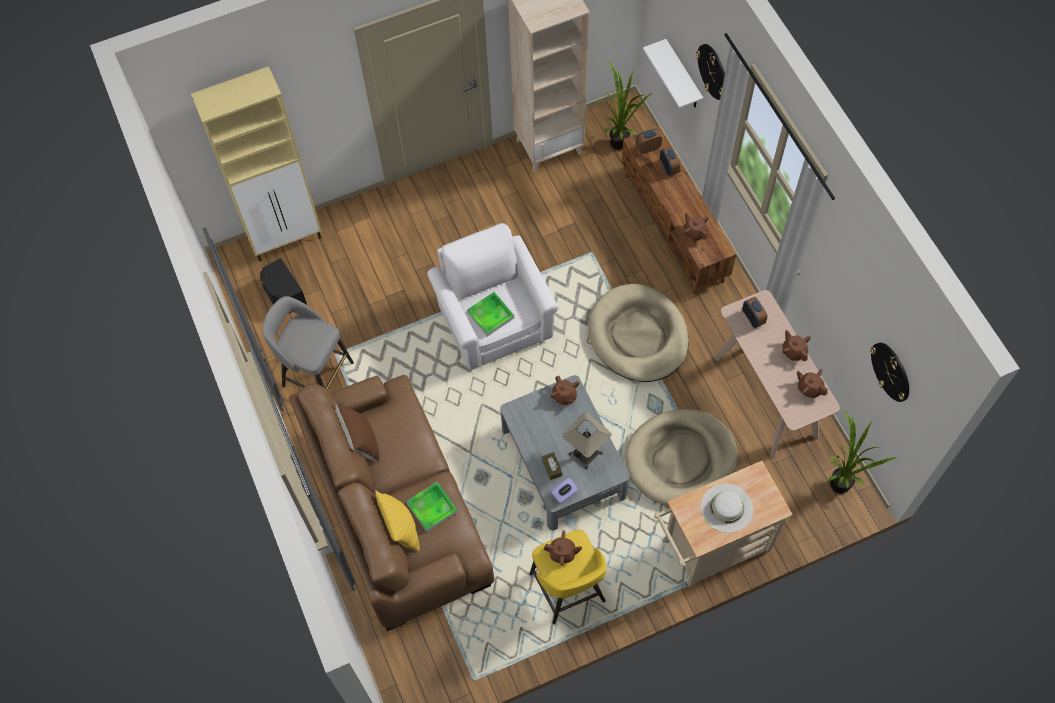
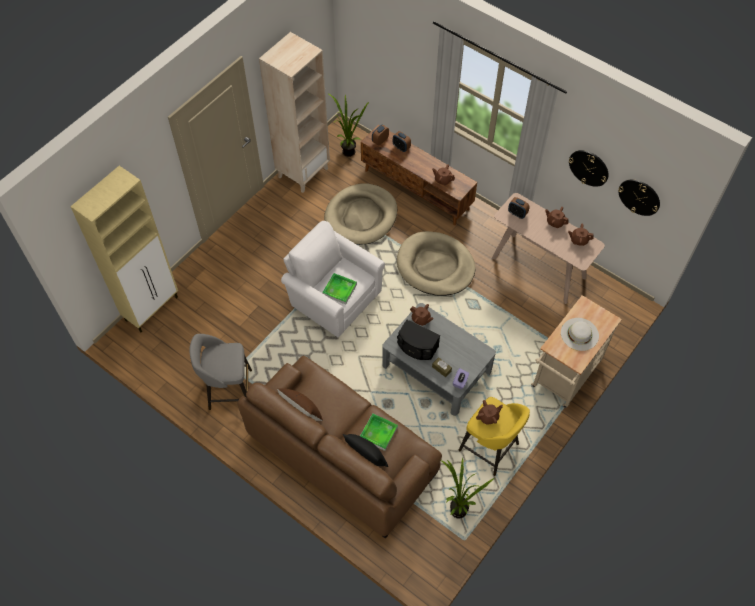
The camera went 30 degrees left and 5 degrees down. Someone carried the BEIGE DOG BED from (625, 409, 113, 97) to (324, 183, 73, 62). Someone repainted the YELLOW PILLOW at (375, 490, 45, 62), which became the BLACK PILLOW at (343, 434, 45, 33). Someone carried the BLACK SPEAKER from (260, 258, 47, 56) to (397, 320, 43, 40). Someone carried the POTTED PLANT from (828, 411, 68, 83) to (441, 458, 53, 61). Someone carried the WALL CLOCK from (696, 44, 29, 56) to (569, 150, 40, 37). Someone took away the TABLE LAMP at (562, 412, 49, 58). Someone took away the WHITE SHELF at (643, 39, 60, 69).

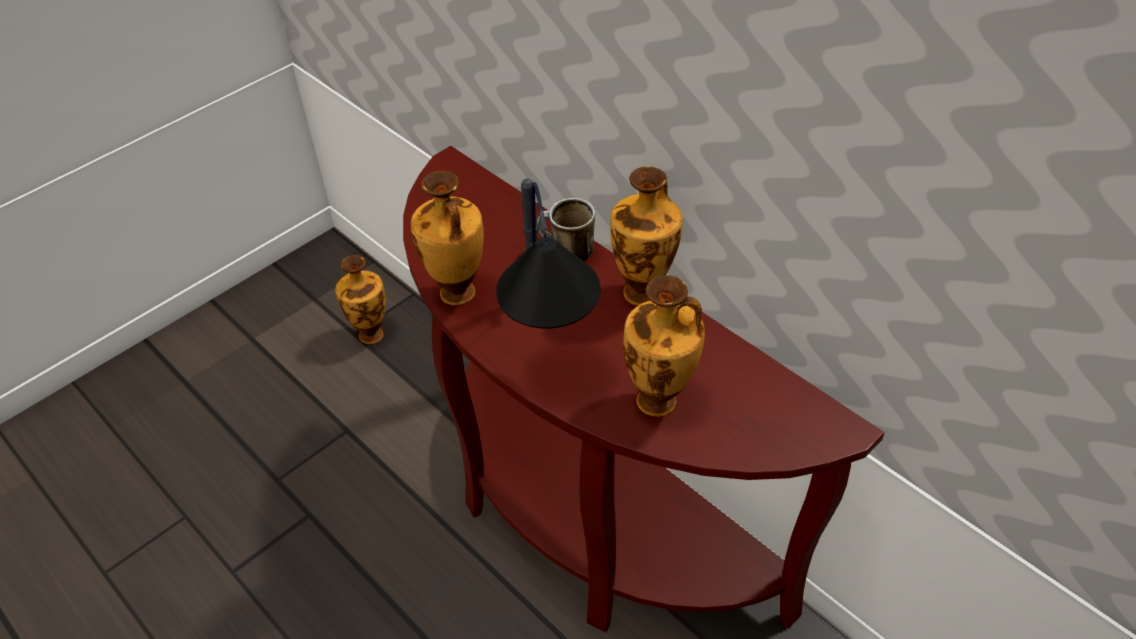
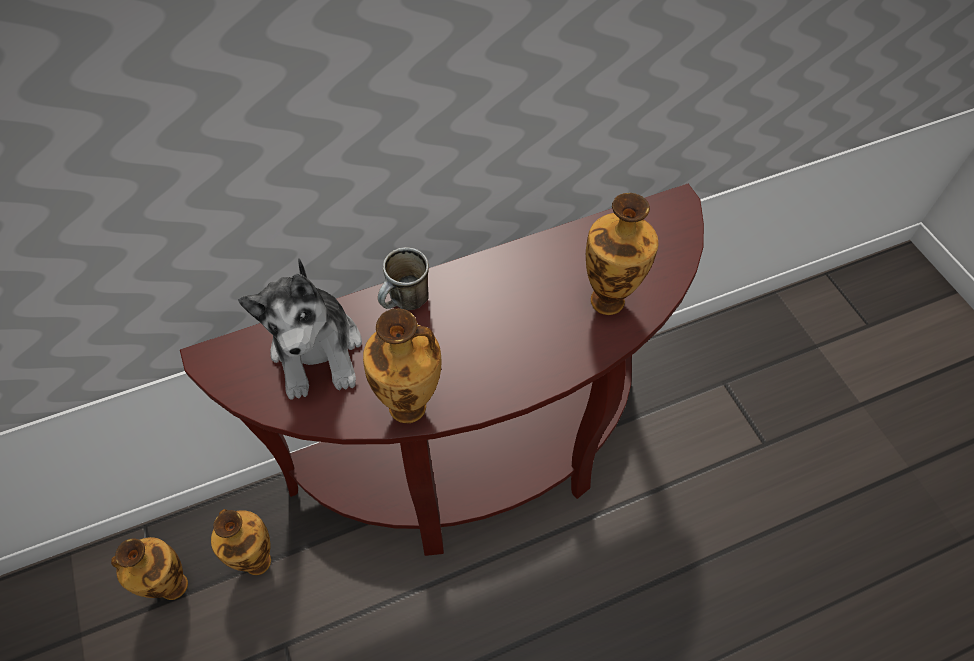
The camera went 70 degrees left and 10 degrees up. Someone carried the VASE from (610, 166, 73, 140) to (211, 509, 60, 66). Someone put down the PLUSH TOY at (238, 258, 124, 142). Someone took away the TABLE LAMP at (496, 178, 105, 151).

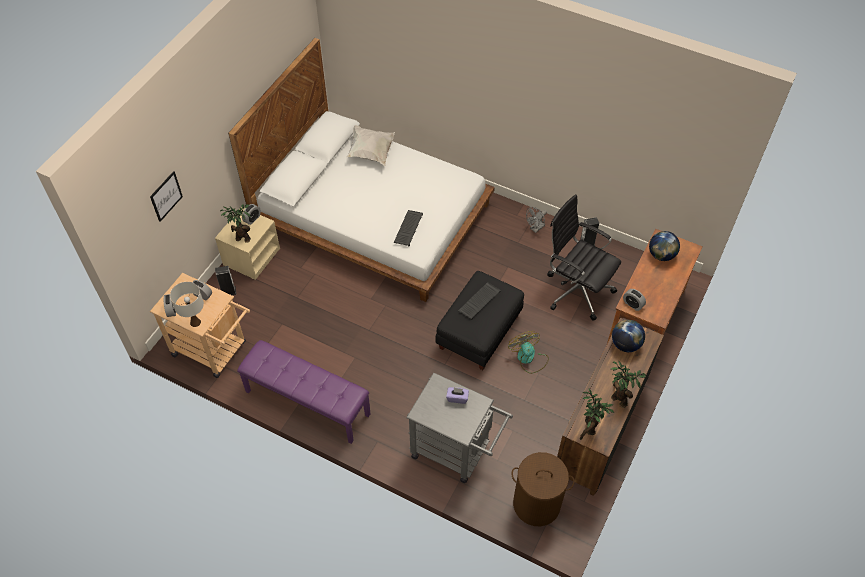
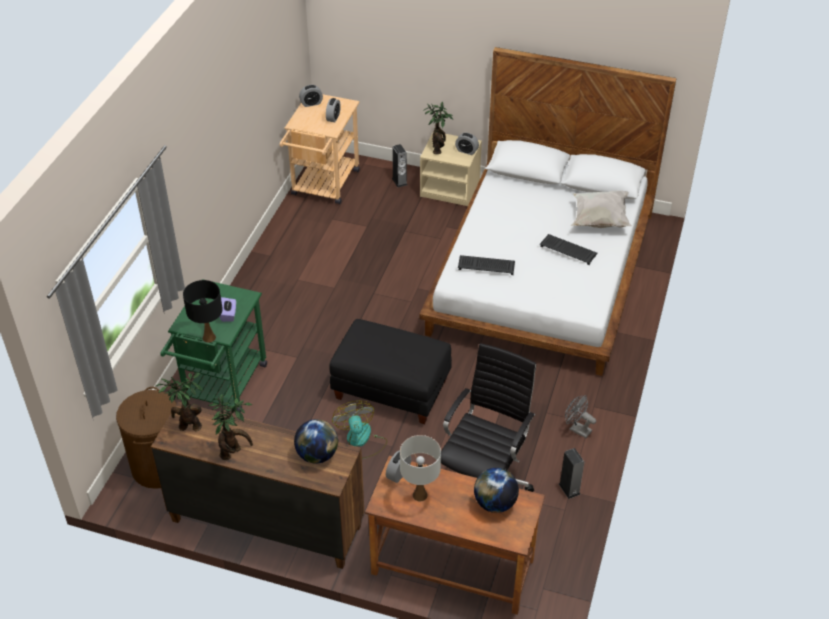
The camera went 80 degrees right and 10 degrees down. Someone repainted the GREY CART at (406, 373, 107, 110), which became the GREEN CART at (160, 279, 107, 133). Someone put down the BLACK TABLE LAMP at (183, 280, 40, 63). Someone rotated the FAN at (508, 331, 41, 43) by 75 degrees counterclockwise. Someone carried the WHITE TABLE LAMP from (170, 282, 34, 45) to (400, 435, 41, 66). Someone carried the KEYBOARD from (458, 282, 43, 38) to (540, 234, 58, 31). Someone took away the PICTURE at (150, 171, 33, 51). Someone took away the PURPLE BENCH at (237, 340, 133, 104).

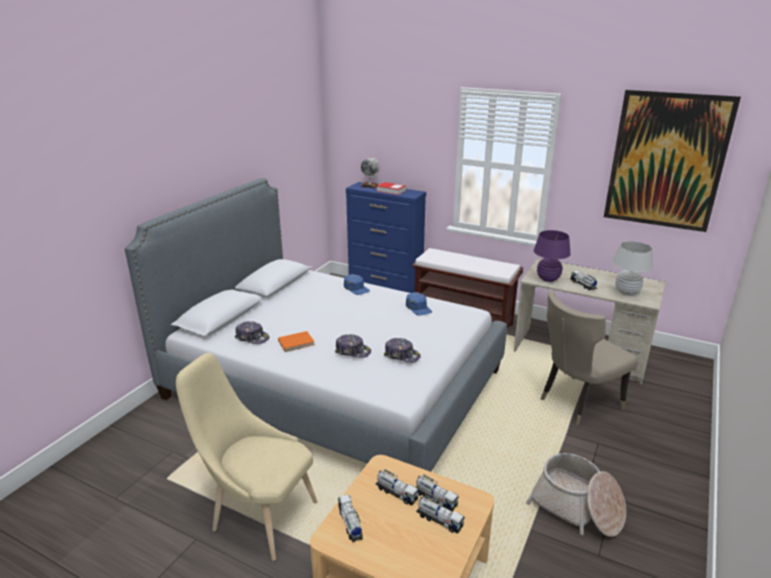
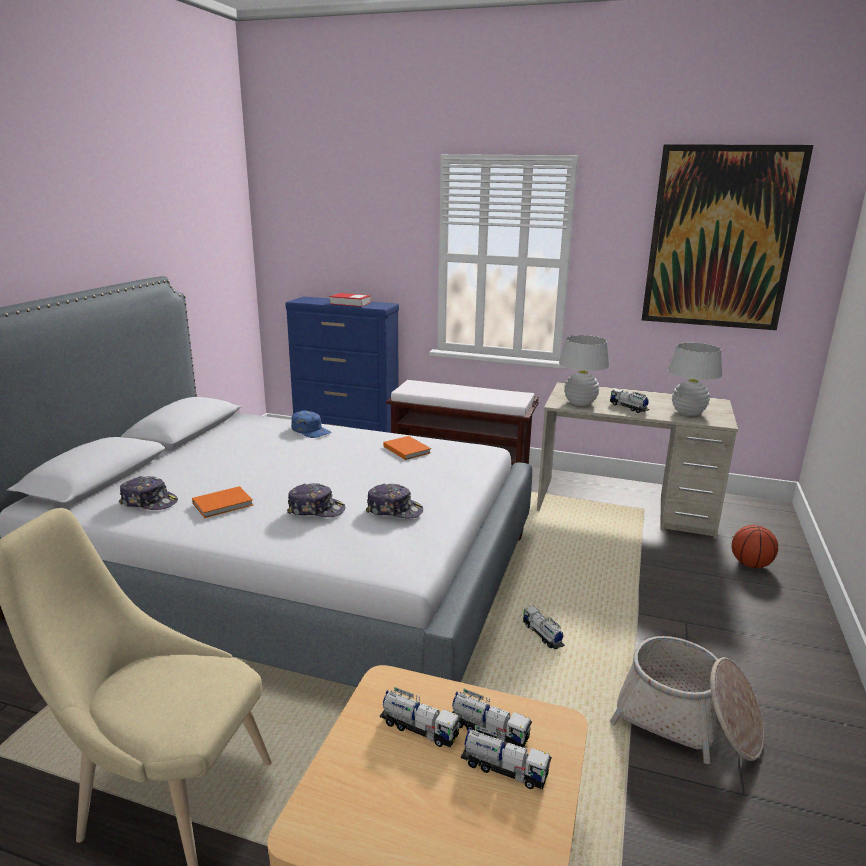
The camera went 10 degrees left and 5 degrees down. Someone swapped the BLUE CAP at (406, 292, 26, 24) for the ORANGE BOOK at (383, 436, 48, 24). Someone carried the TOY TRUCK from (338, 494, 25, 48) to (523, 606, 42, 43). Someone repainted the PURPLE TABLE LAMP at (533, 230, 38, 52), which became the WHITE TABLE LAMP at (559, 335, 51, 71). Someone put down the BASKETBALL at (732, 525, 46, 43). Someone took away the GLOBE at (360, 158, 20, 30). Someone took away the BEIGE CHAIR at (540, 291, 98, 134).

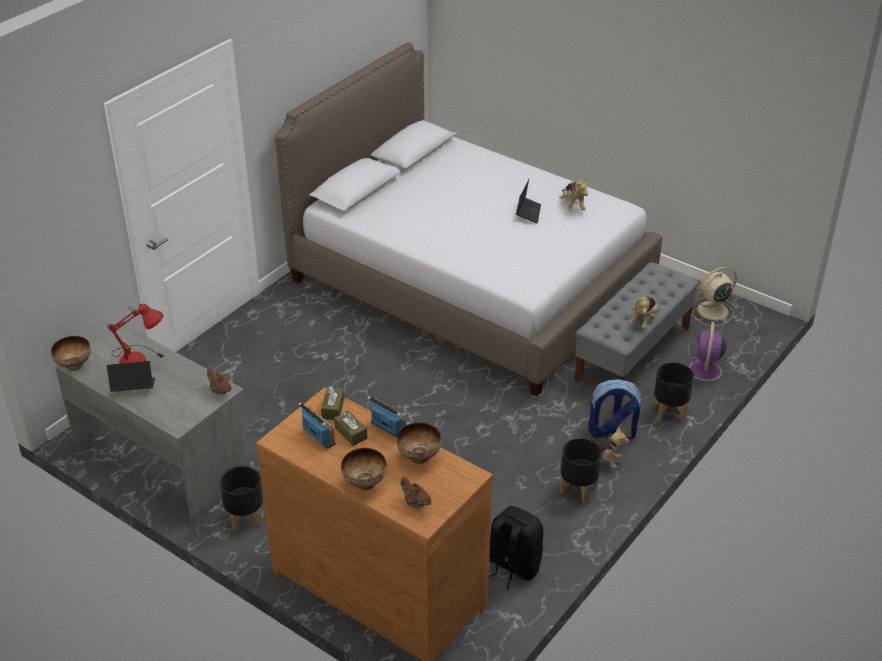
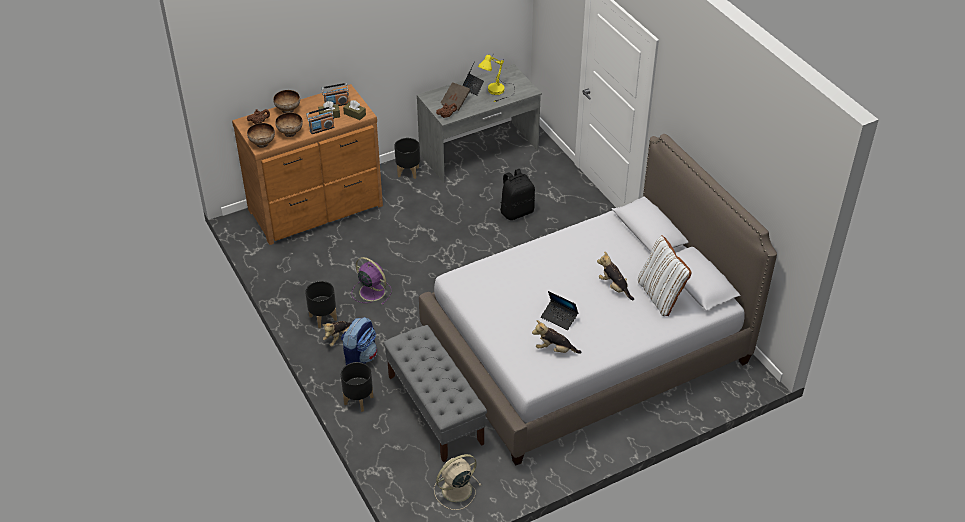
The camera went 115 degrees right and 5 degrees up. Someone carried the BOWL from (51, 336, 40, 35) to (247, 123, 28, 25). Someone carried the PURPLE FAN from (682, 322, 48, 65) to (351, 257, 41, 48). Someone rotated the BEIGE FAN at (691, 266, 47, 60) by 120 degrees counterclockwise. Someone put down the BROWN BOOK at (441, 82, 29, 29). Someone repainted the RED TABLE LAMP at (107, 304, 57, 60), which became the YELLOW TABLE LAMP at (478, 53, 37, 49). Someone carried the BLACK BACKPACK from (489, 506, 54, 84) to (500, 169, 35, 51). Someone carried the PLUSH TOY from (629, 296, 29, 33) to (597, 251, 37, 50). Someone put down the WHITE PILLOW at (638, 235, 54, 81).

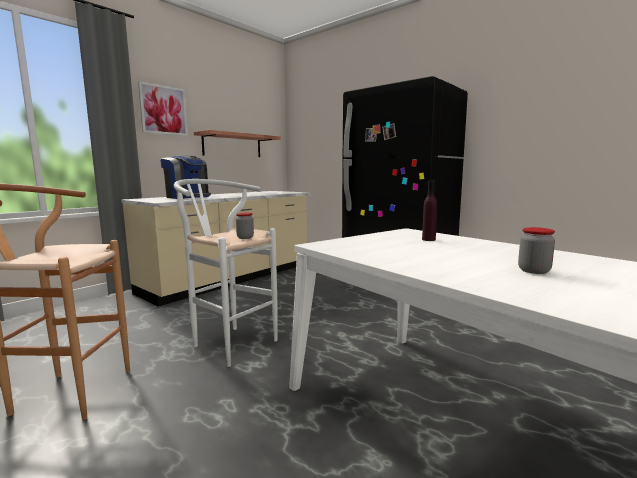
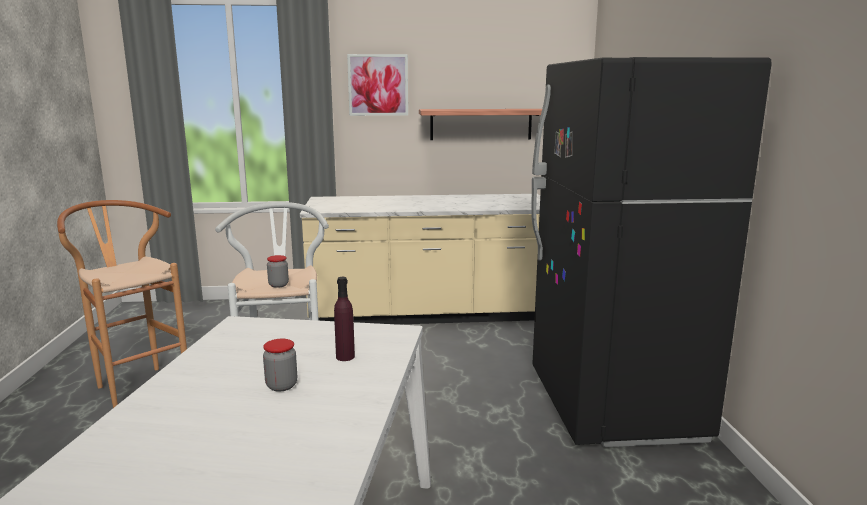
The camera went 45 degrees right and 5 degrees up. Someone carried the JAR from (518, 227, 37, 47) to (263, 339, 34, 53). Someone took away the COFFEE MACHINE at (160, 155, 51, 44).

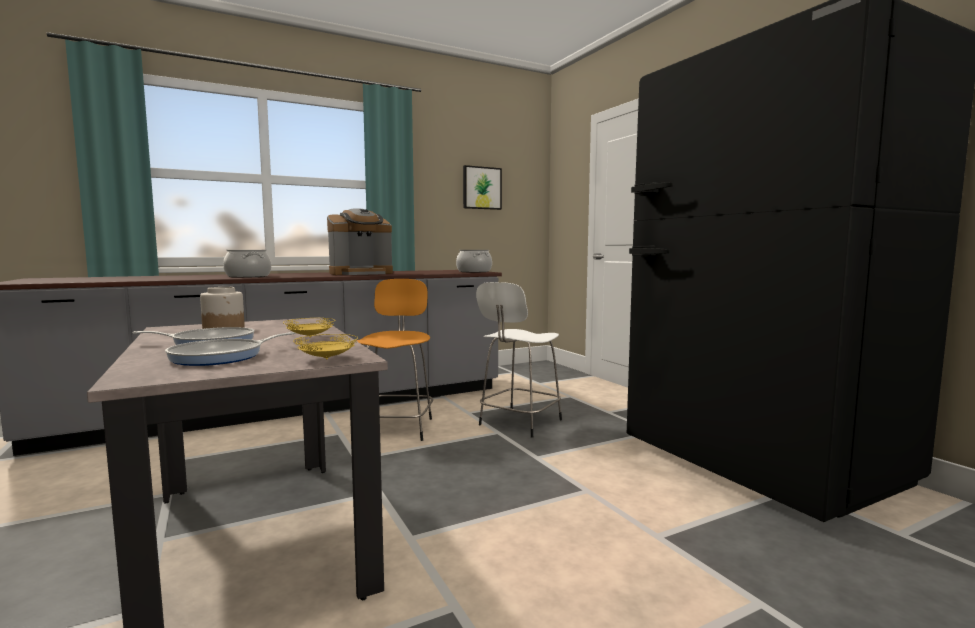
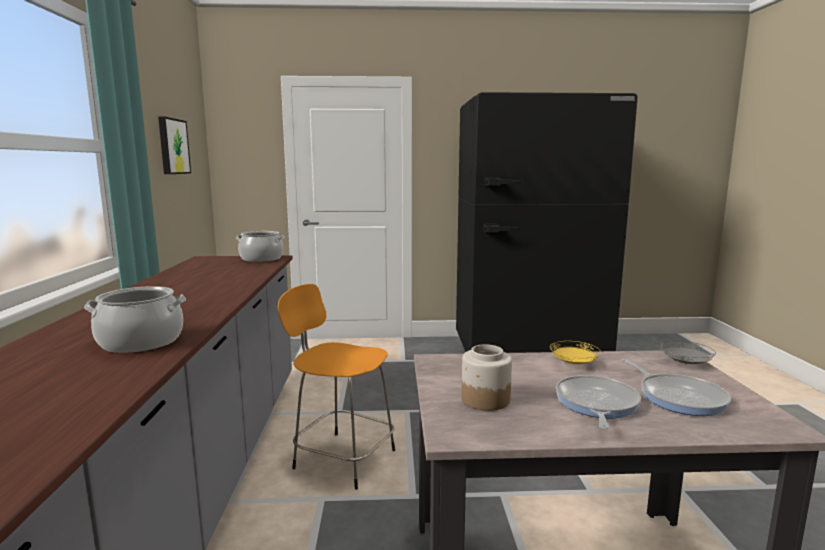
The camera went 65 degrees left and 5 degrees up. Someone repainted the YELLOW PLATE at (293, 334, 65, 25), which became the GREY PLATE at (661, 341, 55, 23). Someone took away the COFFEE MACHINE at (327, 209, 66, 66). Someone took away the WHITE STOOL at (476, 282, 86, 156).

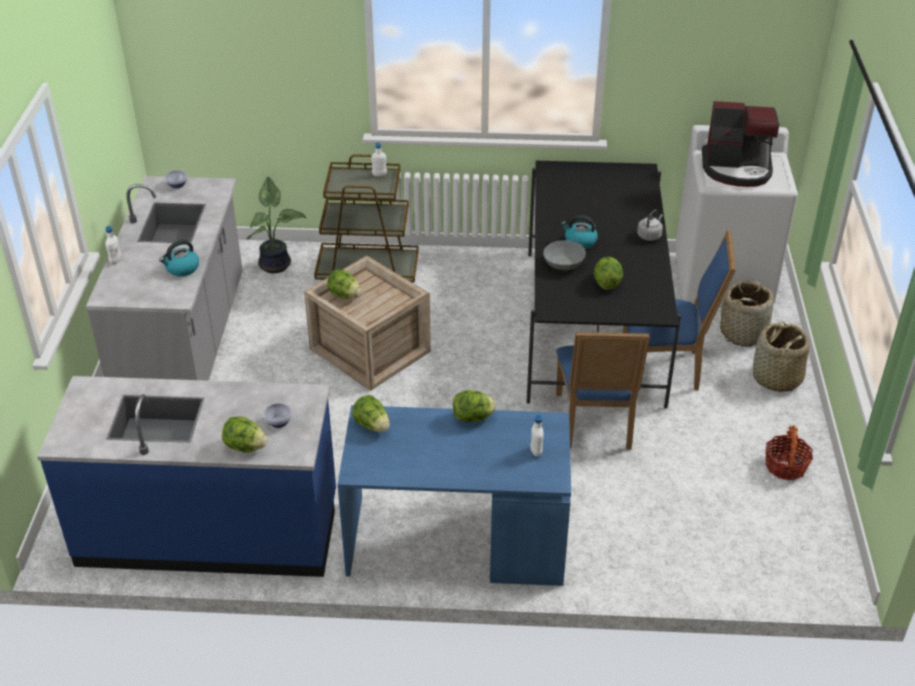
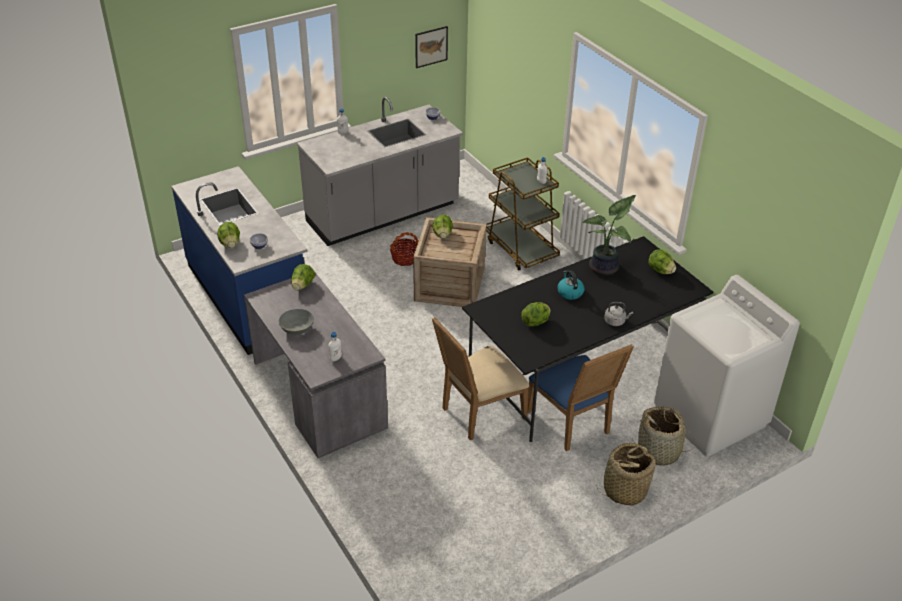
The camera went 55 degrees right and 0 degrees up. Someone repainted the BLUE DESK at (337, 405, 234, 181), which became the GREY DESK at (244, 271, 144, 187). Someone carried the GREY BOWL from (543, 240, 43, 30) to (279, 309, 35, 26). Someone carried the BASKET from (765, 426, 48, 54) to (390, 232, 29, 34). Someone put up the PICTURE at (415, 26, 33, 42). Someone repainted the BLUE CHAIR at (556, 332, 94, 118), which became the BEIGE CHAIR at (432, 317, 97, 124). Someone carried the POTTED PLANT from (246, 177, 60, 96) to (583, 195, 53, 81). Someone carried the LETTUCE from (453, 390, 43, 32) to (648, 249, 28, 25). Someone took away the KETTLE at (159, 240, 40, 36). Someone took away the COFFEE MACHINE at (702, 101, 77, 86).

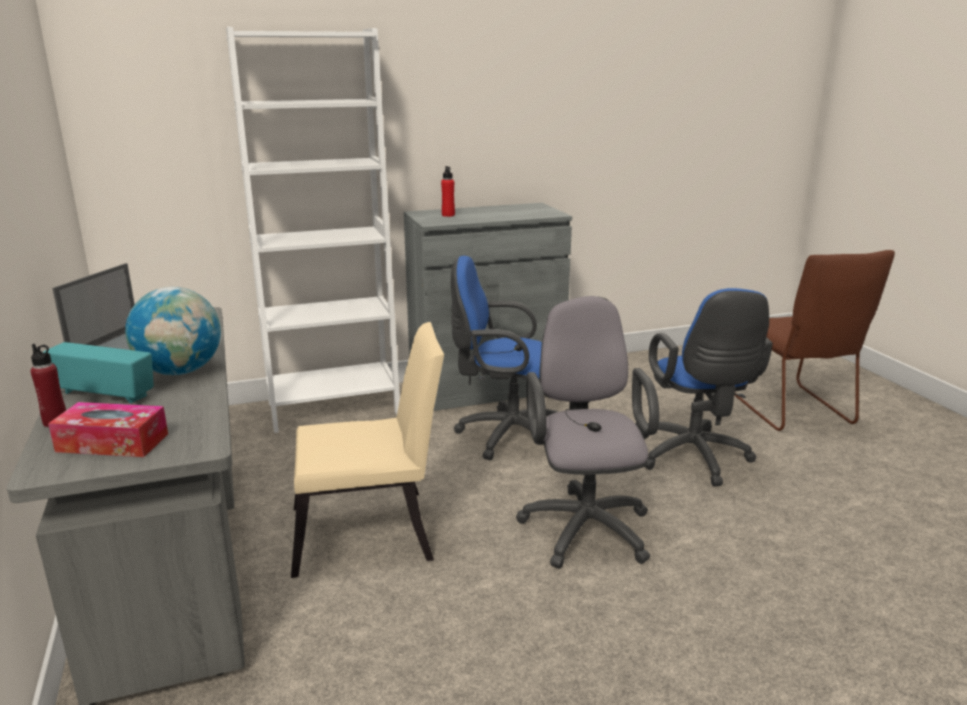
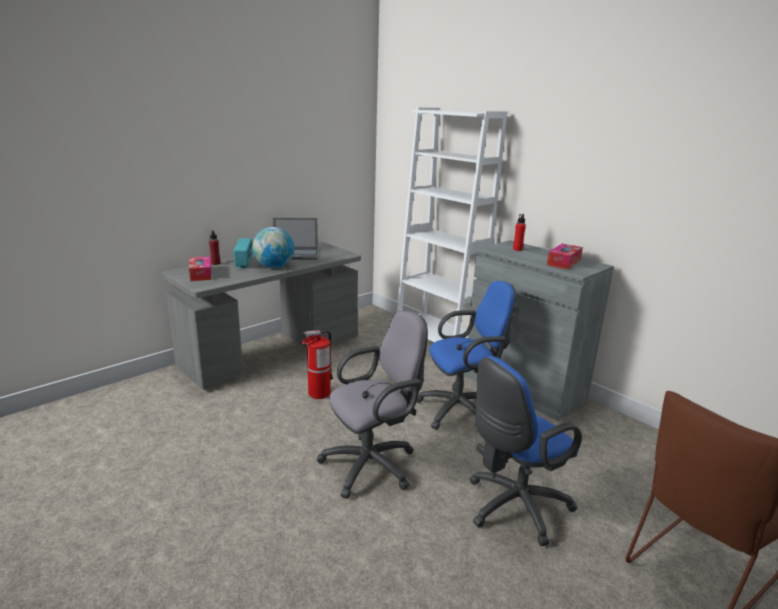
The camera went 65 degrees right and 0 degrees up. Someone swapped the BEIGE CHAIR at (291, 322, 153, 256) for the FIRE EXTINGUISHER at (302, 330, 31, 69). Someone rotated the BLUE OFFICE CHAIR at (451, 256, 106, 204) by 90 degrees clockwise. Someone put down the TISSUE BOX at (547, 244, 36, 25).

